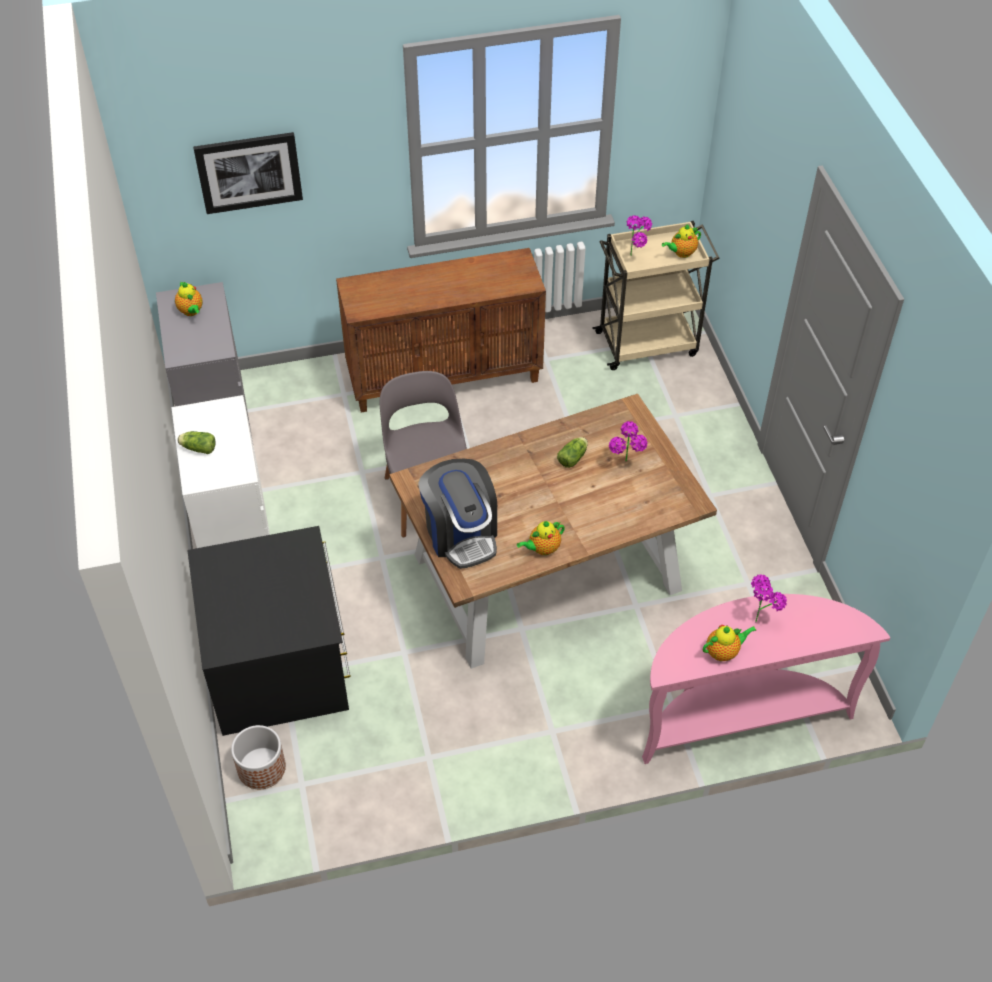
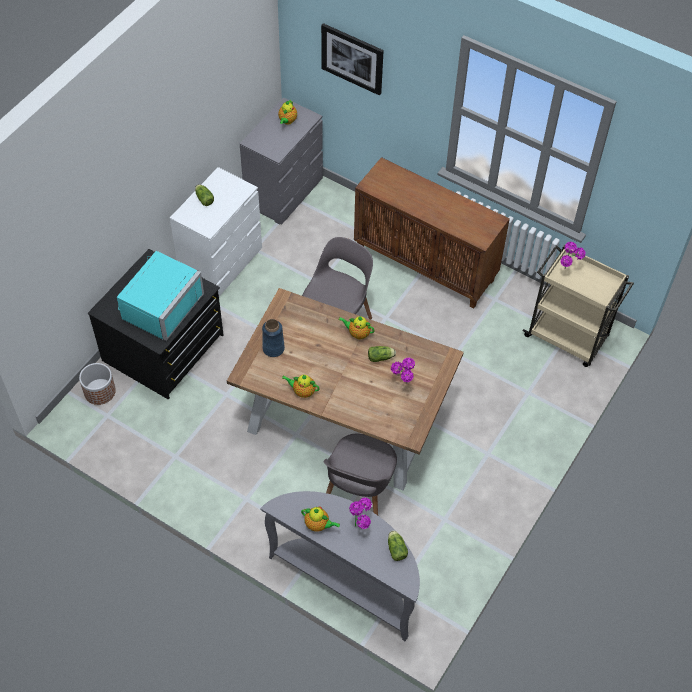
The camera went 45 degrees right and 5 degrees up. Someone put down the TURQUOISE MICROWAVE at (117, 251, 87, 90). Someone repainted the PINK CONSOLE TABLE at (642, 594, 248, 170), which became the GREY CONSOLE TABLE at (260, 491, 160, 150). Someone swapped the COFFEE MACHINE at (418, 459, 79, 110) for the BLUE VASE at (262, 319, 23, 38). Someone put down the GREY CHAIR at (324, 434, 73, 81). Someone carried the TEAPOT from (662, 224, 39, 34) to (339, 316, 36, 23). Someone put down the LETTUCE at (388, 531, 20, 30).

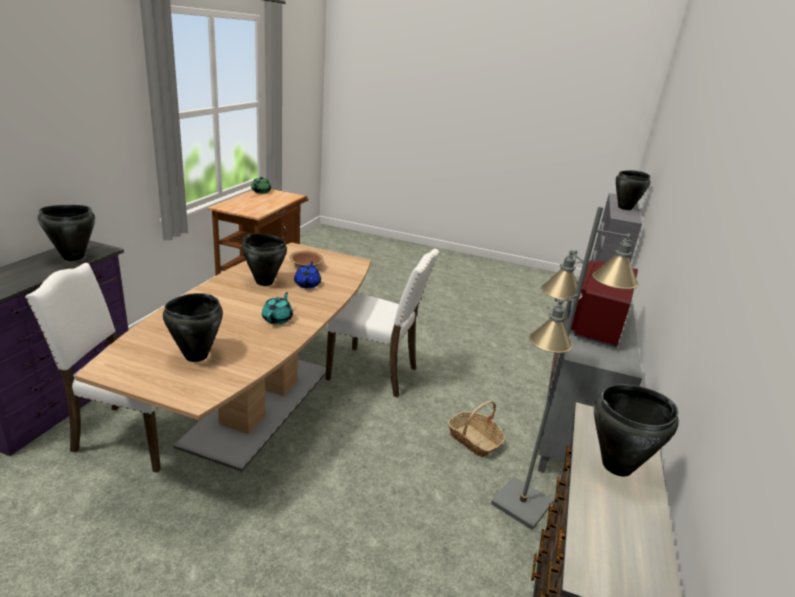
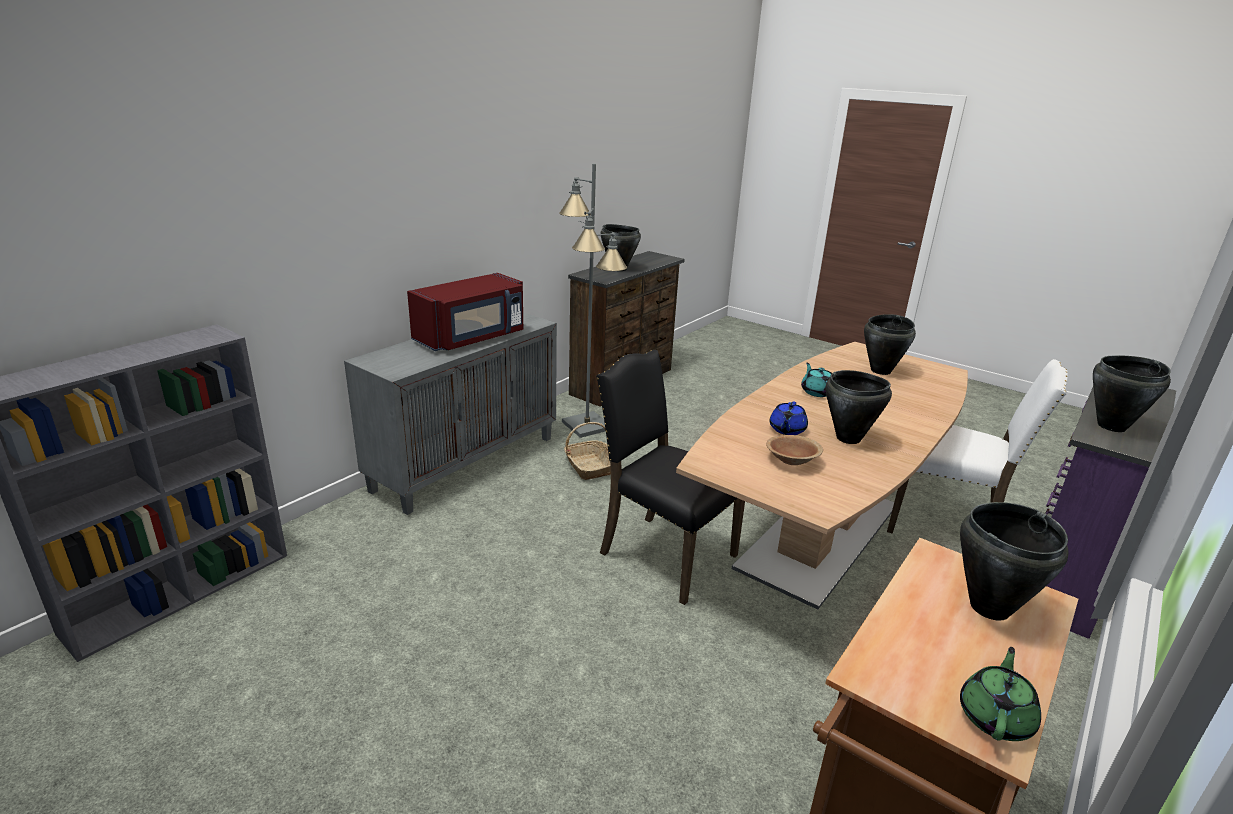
The camera went 160 degrees left and 0 degrees up. Someone repainted the WHITE CHAIR at (325, 249, 115, 149), which became the BLACK CHAIR at (596, 350, 149, 255). Someone rotated the TURQUOISE TEAPOT at (262, 292, 31, 32) by 135 degrees clockwise. Someone carried the BLACK COOKING POT from (616, 170, 34, 40) to (960, 502, 109, 118).

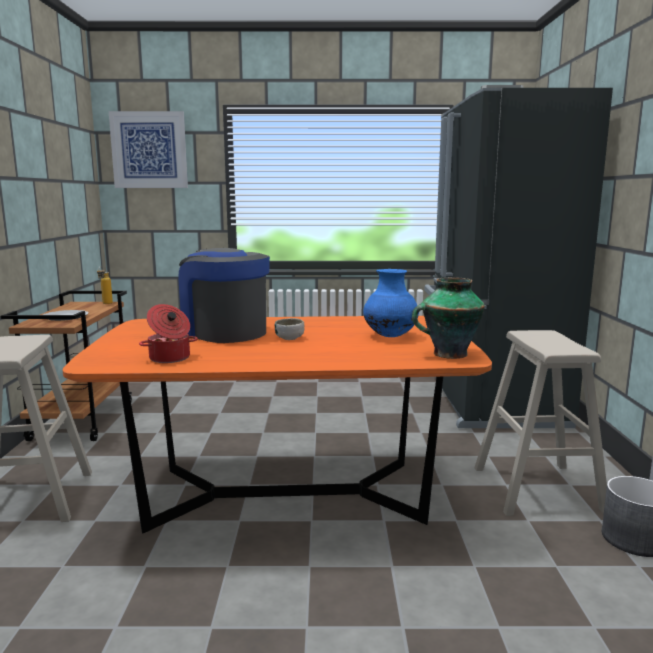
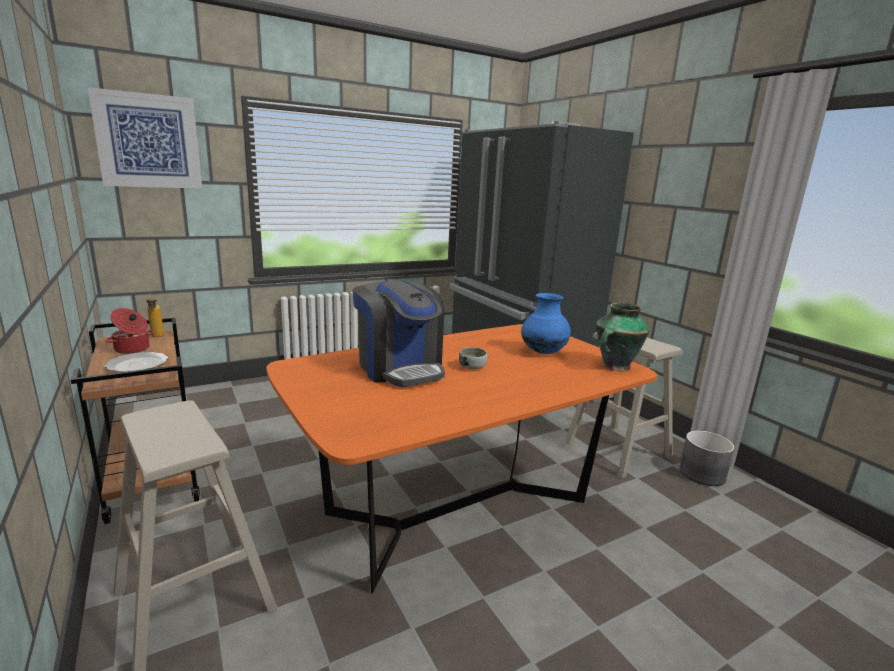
The camera went 30 degrees left and 5 degrees up. Someone carried the COOKING POT from (139, 304, 59, 59) to (105, 308, 49, 46). Someone rotated the COFFEE MACHINE at (178, 248, 92, 95) by 135 degrees counterclockwise.

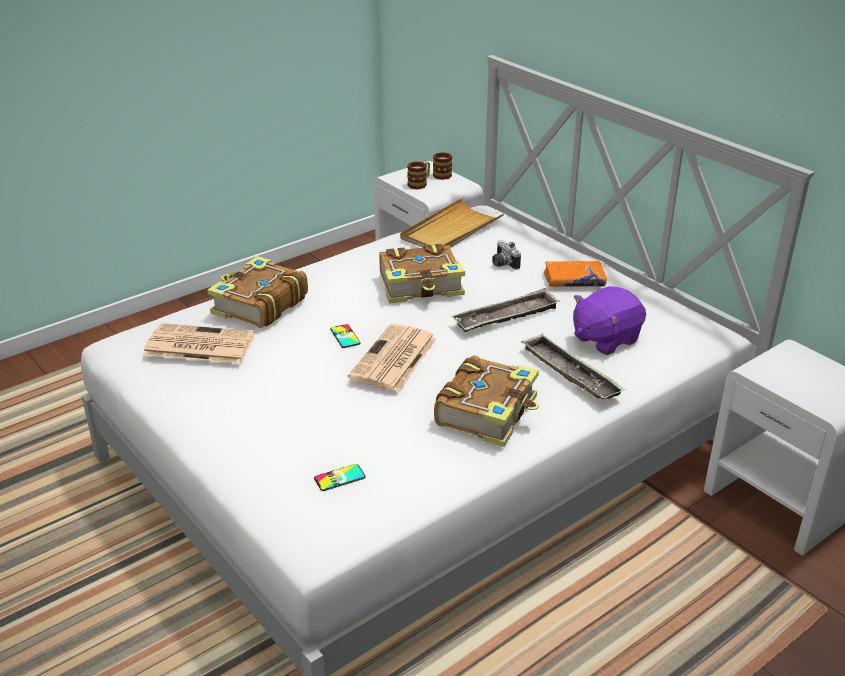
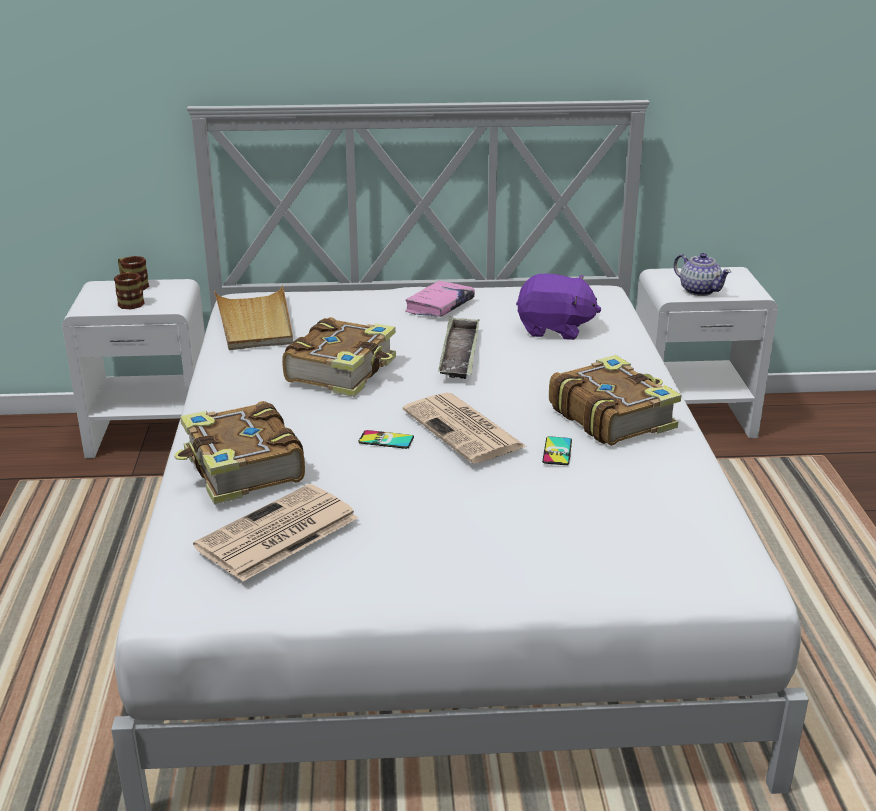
The camera went 55 degrees left and 5 degrees down. Someone repainted the ORANGE BOOK at (544, 261, 63, 26), which became the PINK BOOK at (405, 281, 70, 36). Someone rotated the PURPLE PLUSH TOY at (573, 286, 73, 69) by 75 degrees counterclockwise. Someone carried the PHONE from (314, 464, 52, 27) to (542, 436, 30, 29). Someone put down the TEAPOT at (674, 253, 57, 43). Someone took away the PHOTO CAMERA at (492, 240, 29, 30). Someone took away the TRAY at (521, 334, 104, 65).

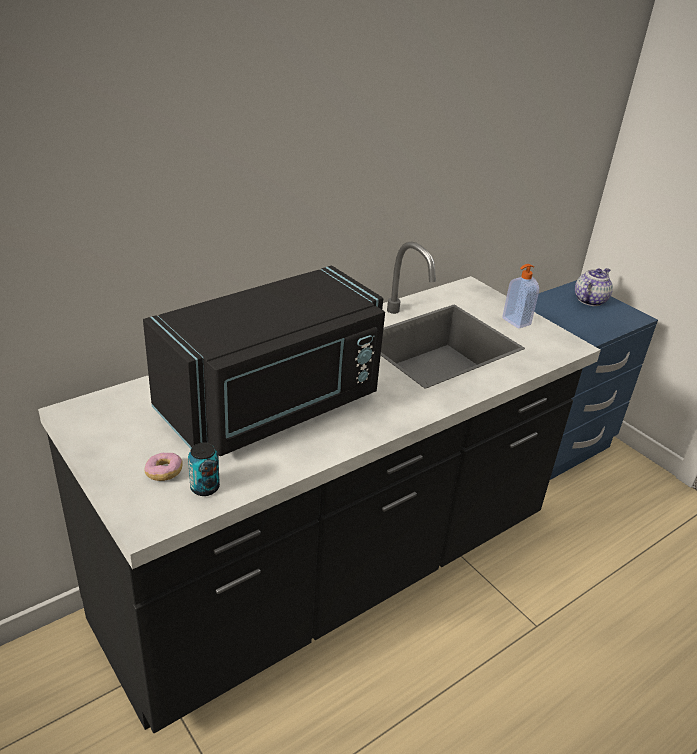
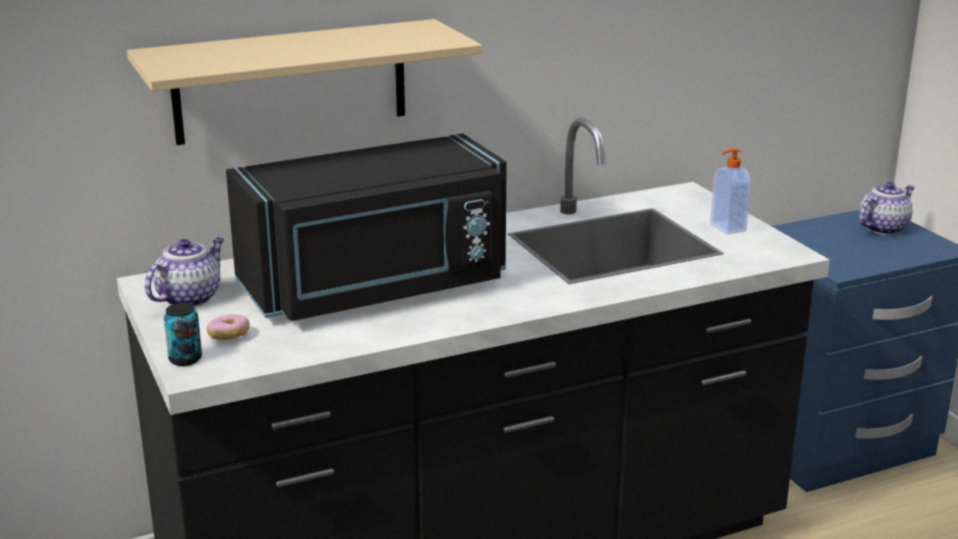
The camera went 15 degrees right and 10 degrees down. Someone put up the BEIGE SHELF at (127, 19, 355, 126). Someone put down the TEAPOT at (145, 238, 79, 69). Someone carried the CAN from (188, 442, 32, 54) to (164, 303, 38, 63).

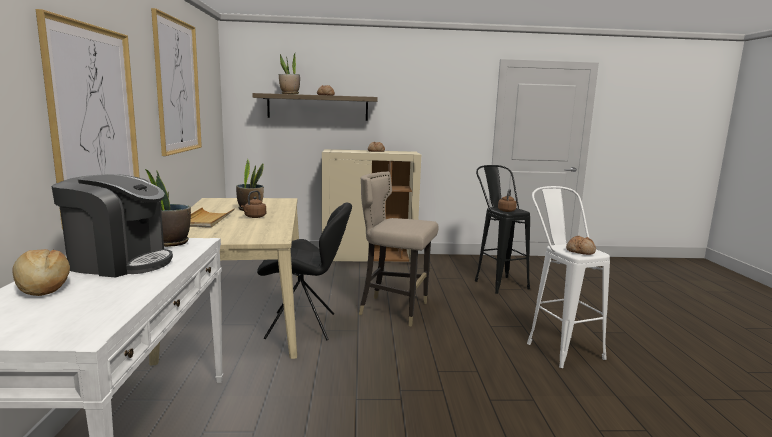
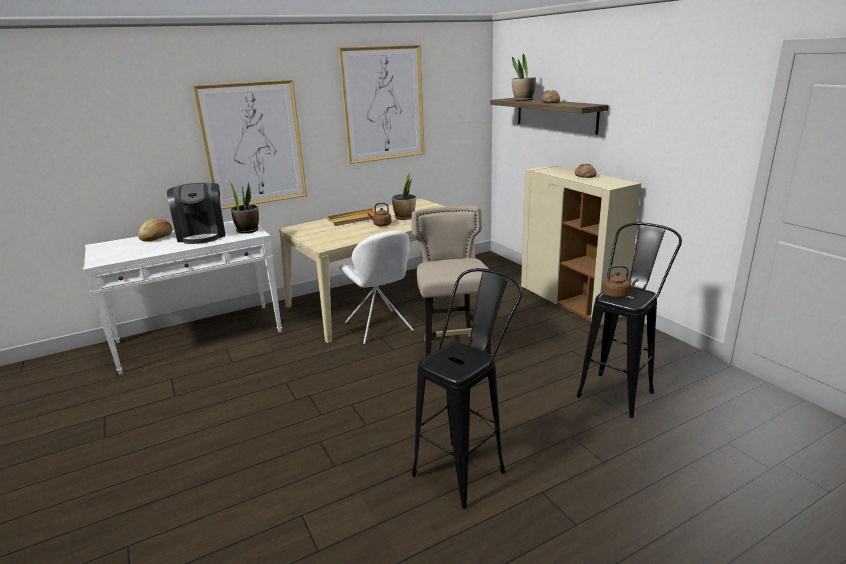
The camera went 65 degrees right and 10 degrees up. Someone repainted the BLACK CHAIR at (257, 202, 95, 139), which became the WHITE CHAIR at (339, 230, 75, 114). Someone repainted the WHITE STOOL at (527, 186, 83, 182), which became the BLACK STOOL at (412, 268, 110, 241). Someone took away the BREAD at (566, 236, 30, 19).

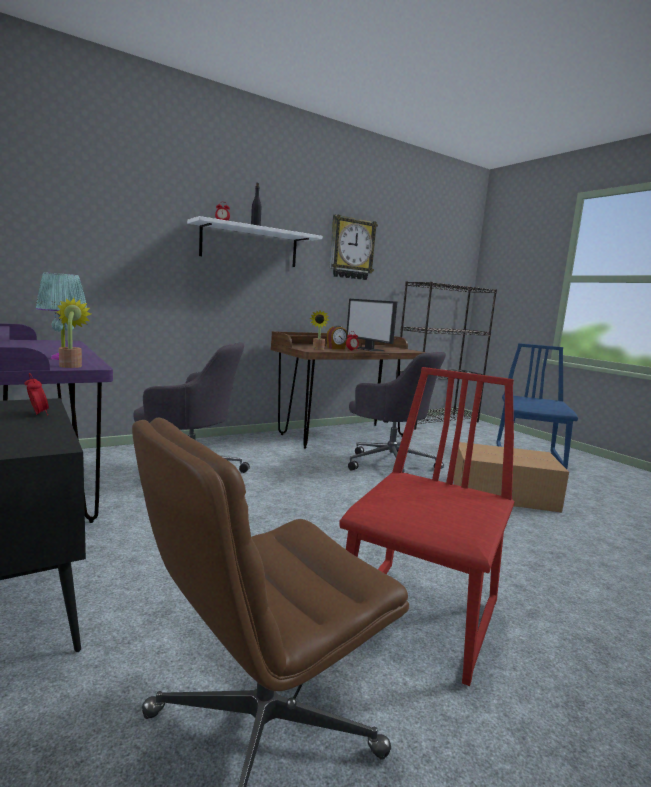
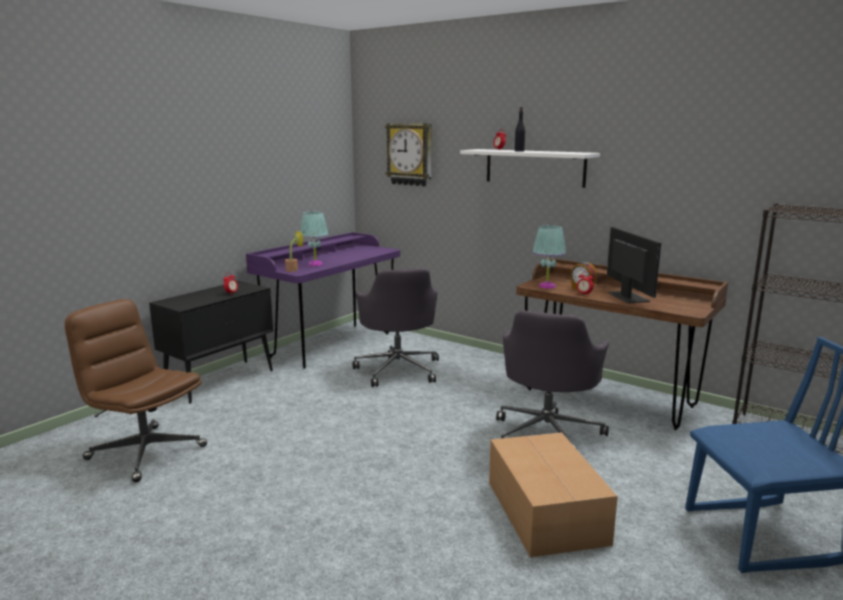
The camera went 70 degrees right and 5 degrees up. Someone carried the WALL CLOCK from (329, 215, 49, 65) to (385, 123, 46, 63). Someone swapped the POTTED PLANT at (310, 310, 19, 40) for the TURQUOISE TABLE LAMP at (533, 225, 33, 64). Someone rotated the MONITOR at (347, 299, 50, 52) by 135 degrees clockwise. Someone took away the RED CHAIR at (339, 367, 175, 319).

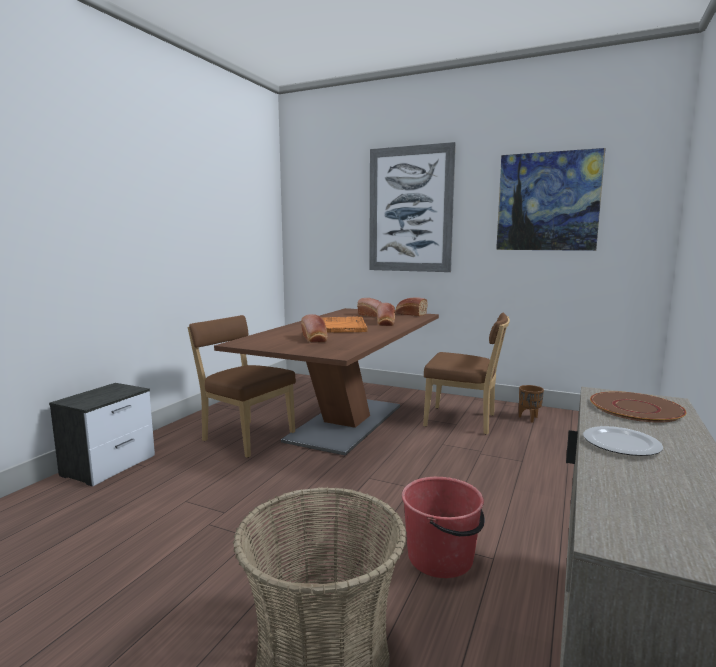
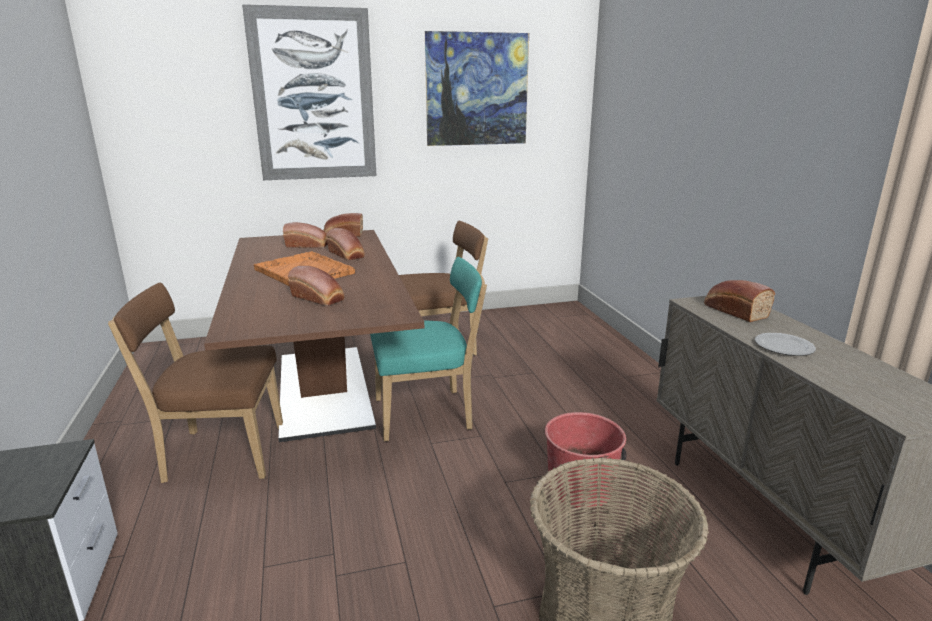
The camera went 40 degrees left and 10 degrees up. Someone put down the TURQUOISE CHAIR at (370, 257, 117, 185). Someone swapped the BROWN PLATE at (590, 391, 97, 32) for the BREAD at (704, 280, 71, 42). Someone took away the BROWN PLANTER at (519, 385, 25, 38).

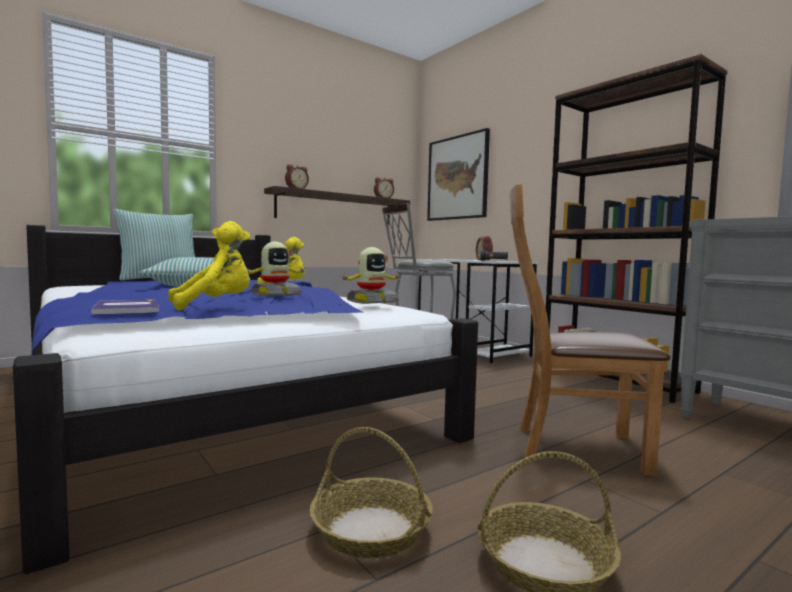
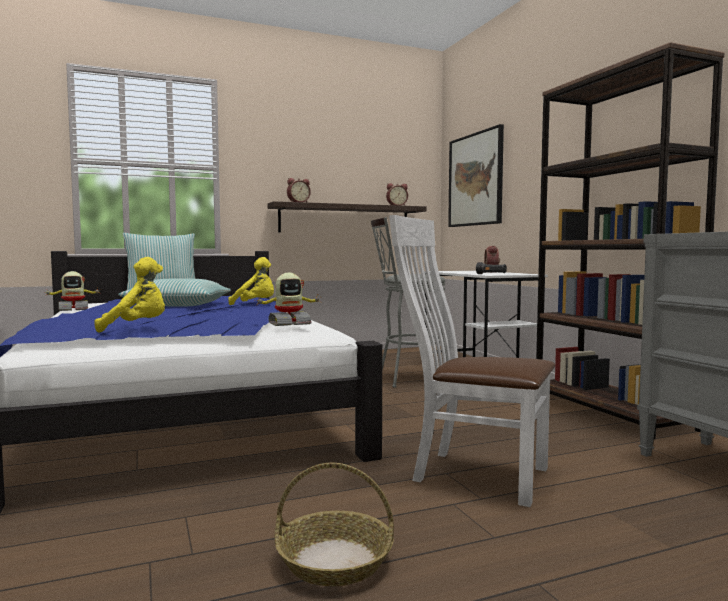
The camera went 15 degrees right and 0 degrees up. Someone carried the TOY ROBOT from (246, 242, 59, 54) to (46, 271, 55, 40). Someone repainted the BROWN CHAIR at (509, 184, 162, 292), which became the WHITE CHAIR at (389, 215, 166, 292). Someone took away the BOOK at (91, 300, 68, 15). Someone took away the BASKET at (310, 427, 123, 131).

